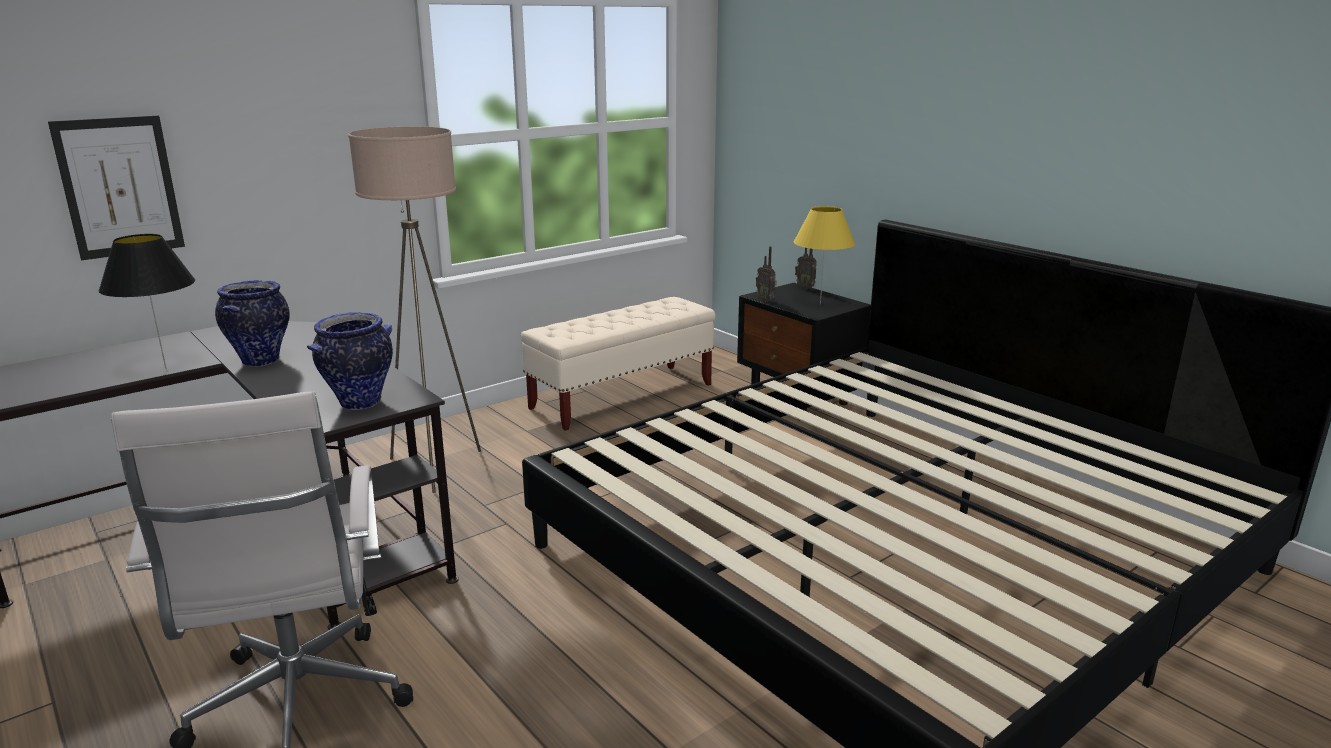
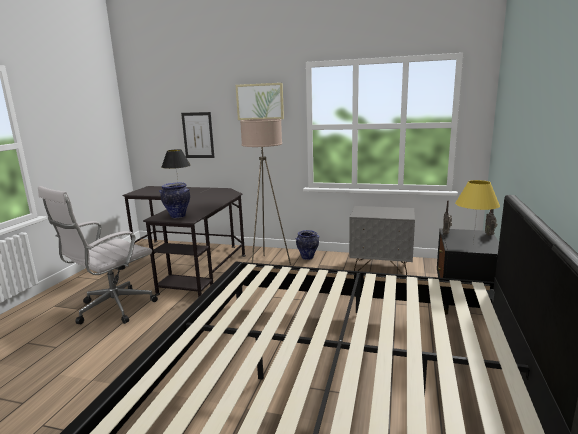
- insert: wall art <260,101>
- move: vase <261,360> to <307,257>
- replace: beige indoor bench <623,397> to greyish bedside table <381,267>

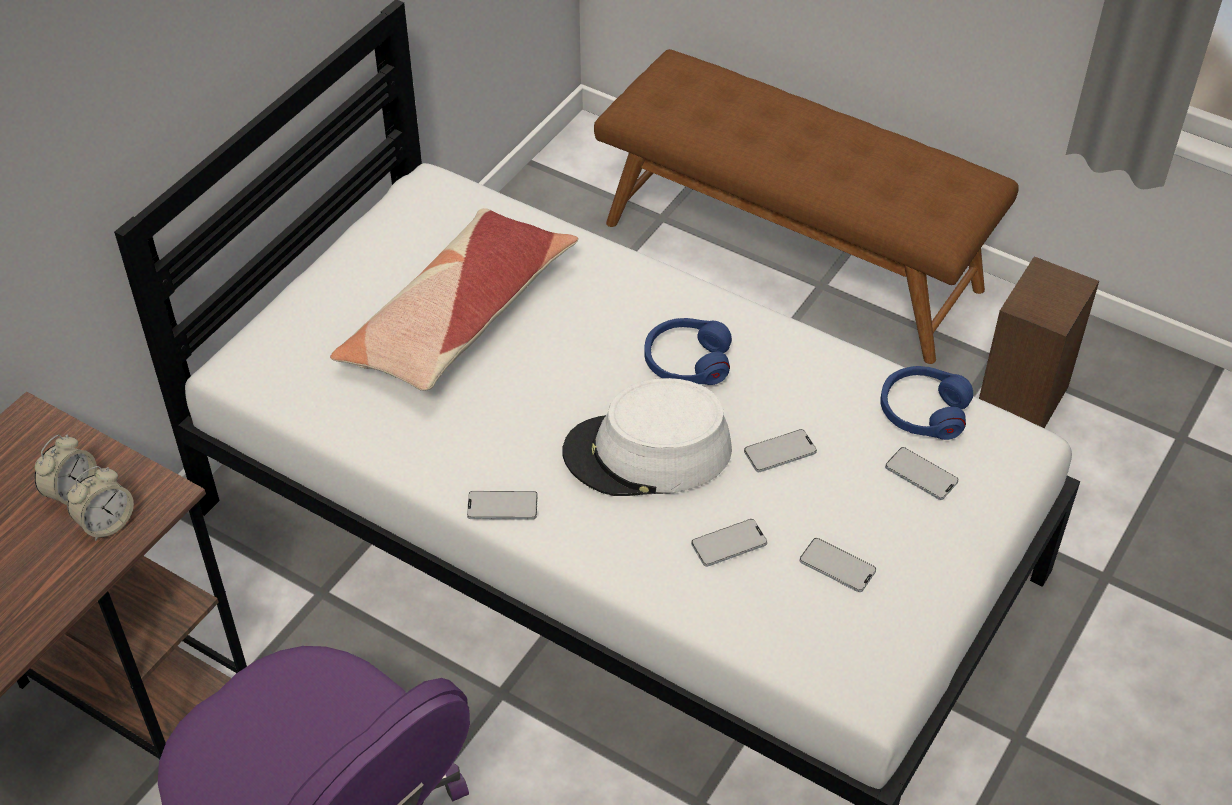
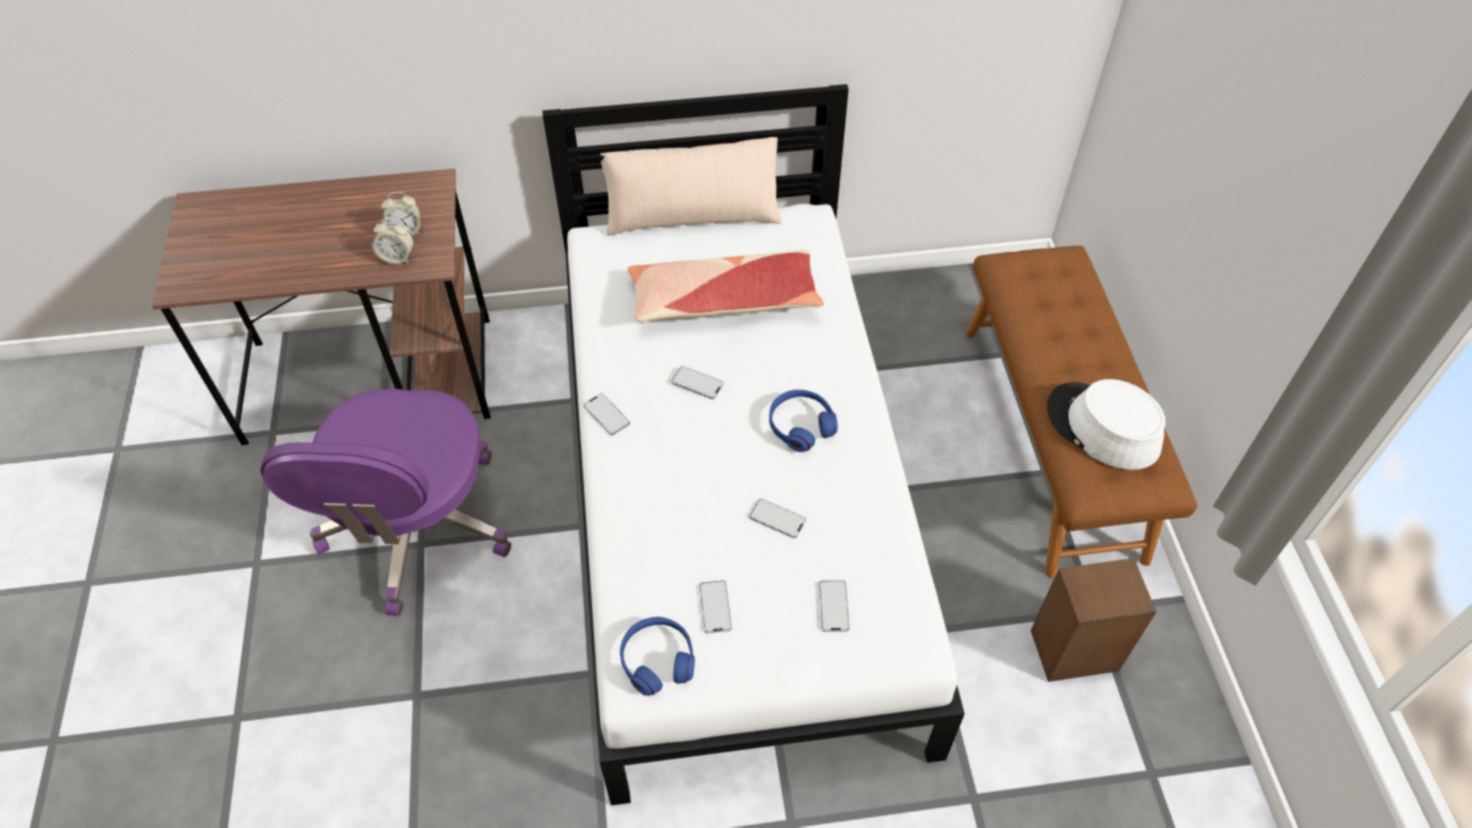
- insert: beige pillow <692,215>
- move: whitish wearable hat <647,453> to <1102,427>
- move: telephone <729,544> to <697,383>
- move: bluish headset <923,411> to <657,659>

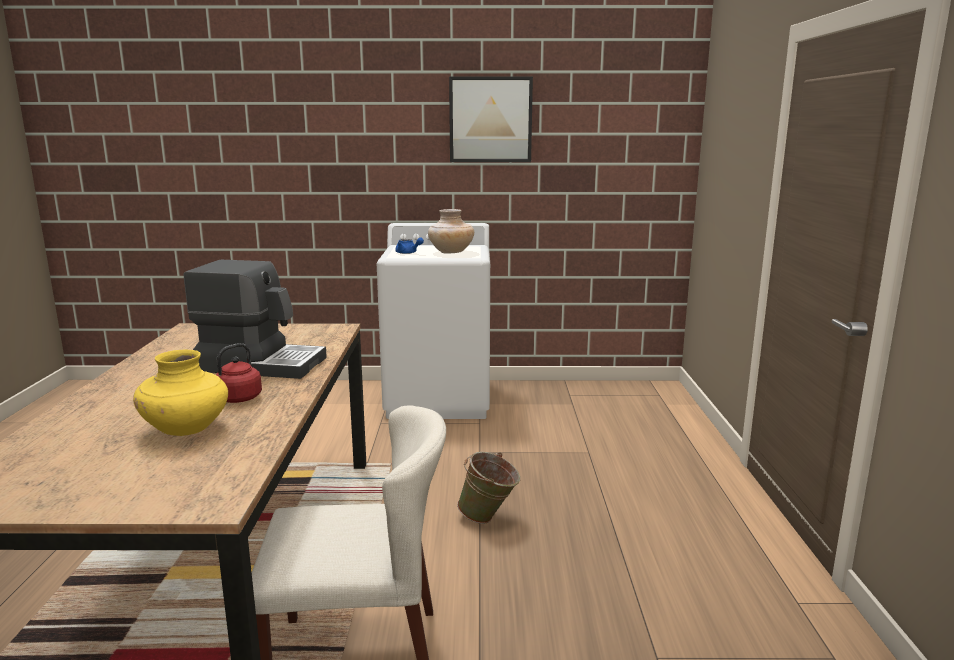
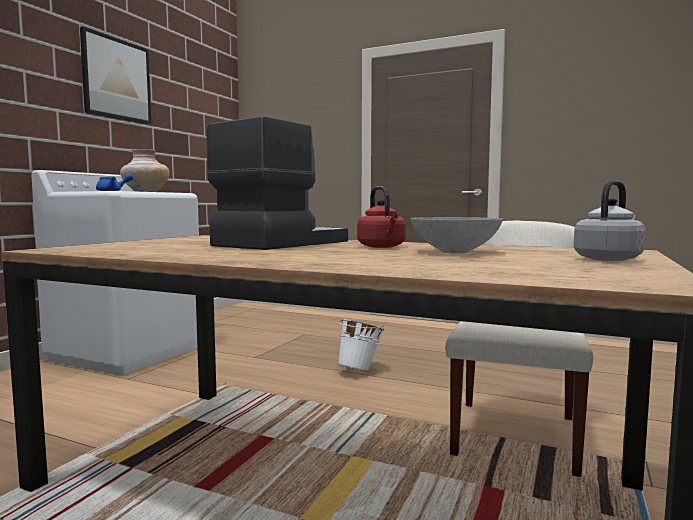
- insert: greyish kettle <609,259>
- replace: yellow vase <187,429> to greyish bowl <455,252>
- recolor: green pail <489,518> to whitish pail <360,371>

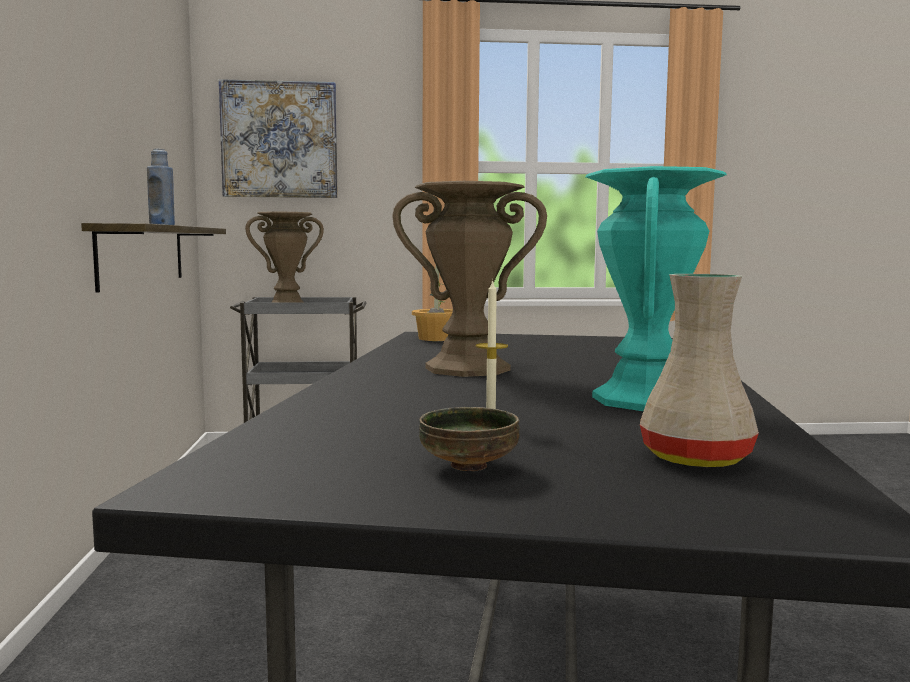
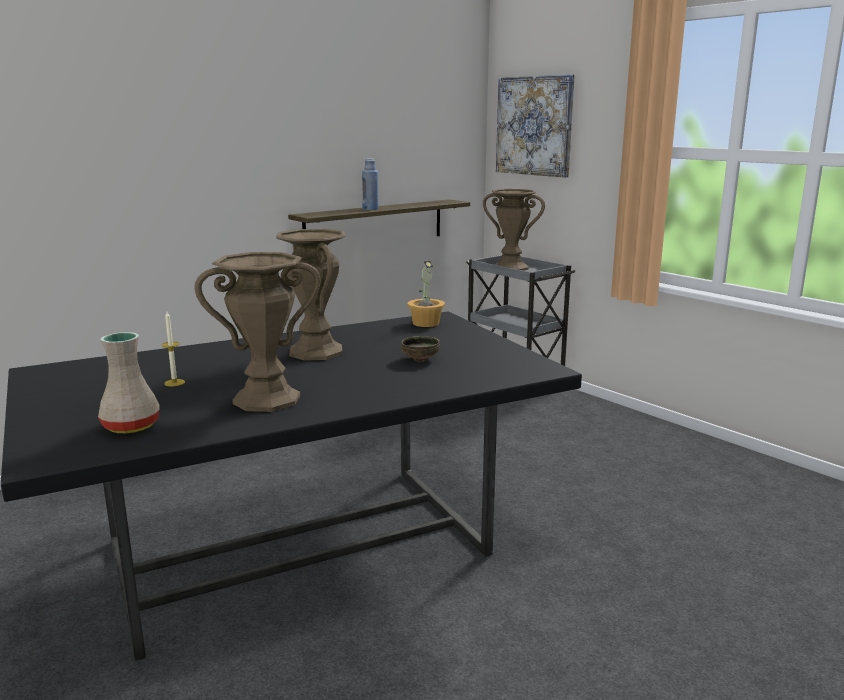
- move: bowl <470,466> to <420,359>
- recolor: turquoise vase <645,400> to brownish vase <267,399>

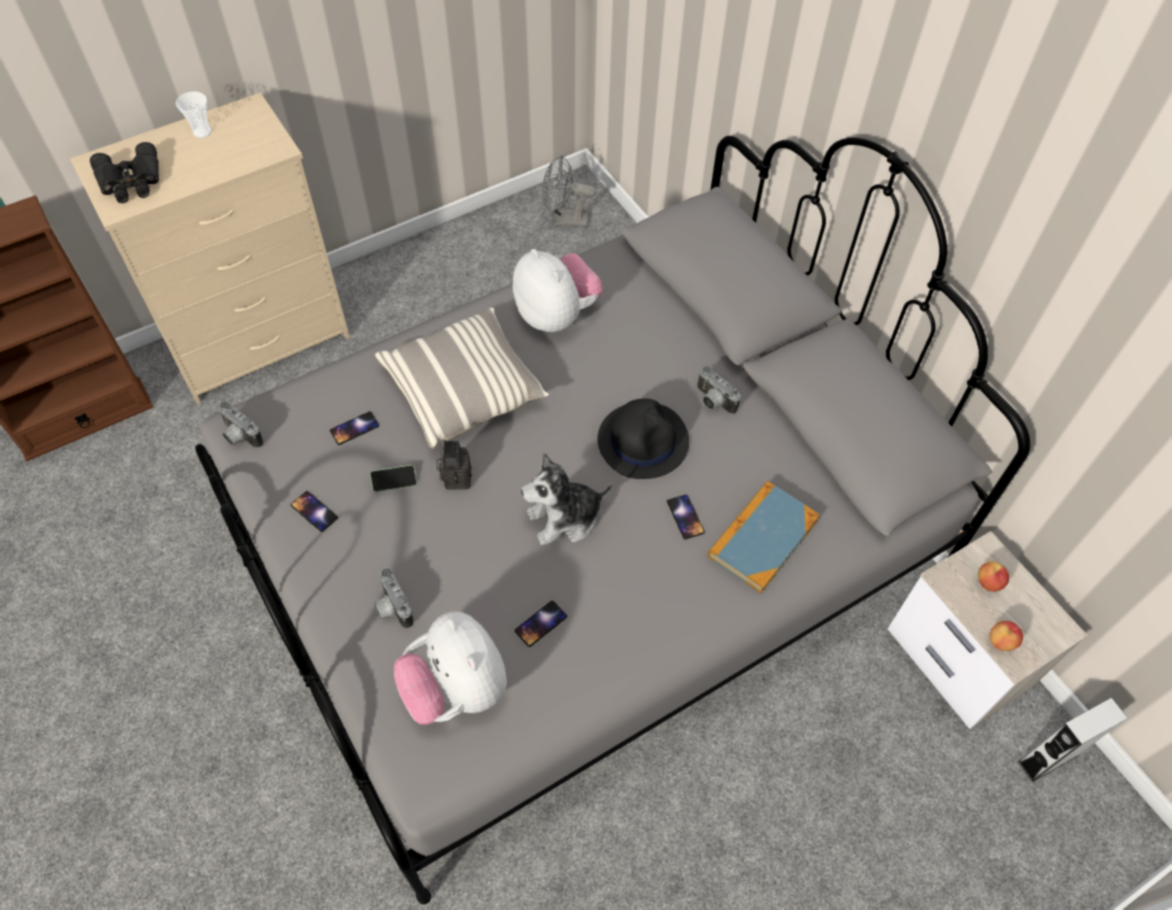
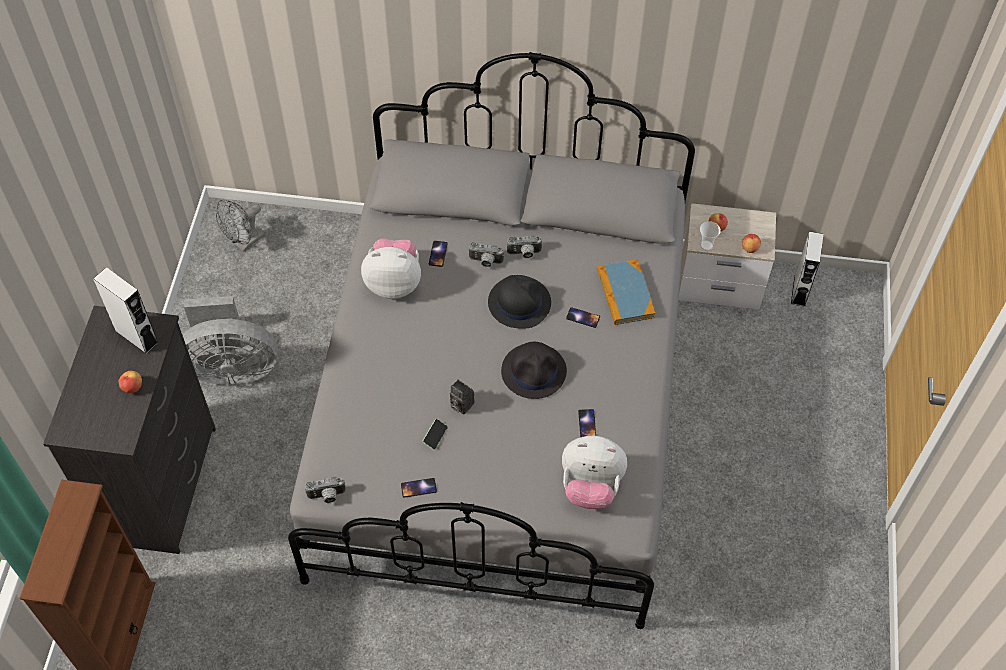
- delete: black pair of binoculars <131,181>
- delete: pillow <464,389>
- insert: greyish speaker <137,336>
- insert: apple <132,387>
- insert: greyish cooling fan <232,367>
- move: small cup <202,132> to <706,245>
- move: telephone <354,428> to <438,254>
- move: photo camera <391,608> to <485,262>
- replace: soft toy <565,518> to black wearable hat <534,371>
- recolor: beige chest of drawers <261,341> to black chest of drawers <163,483>

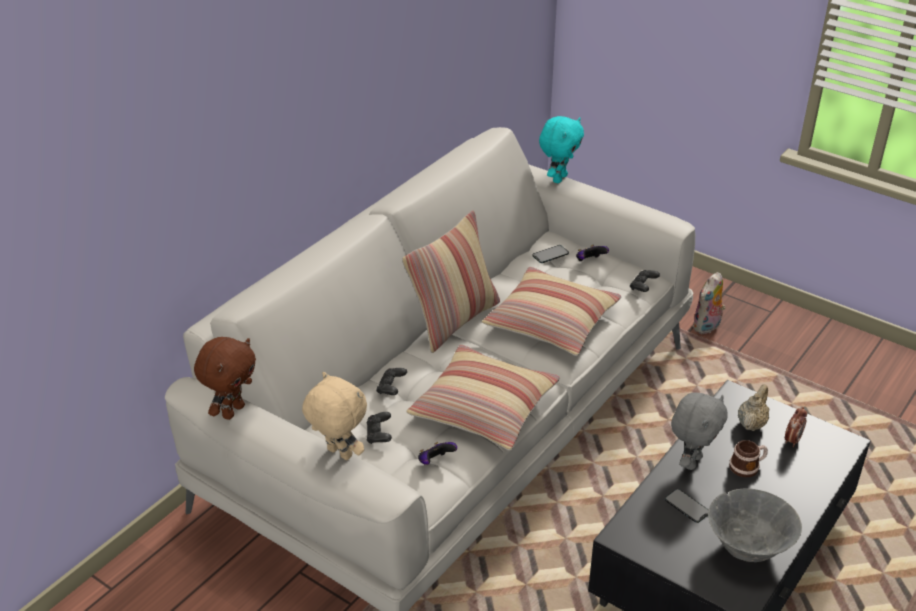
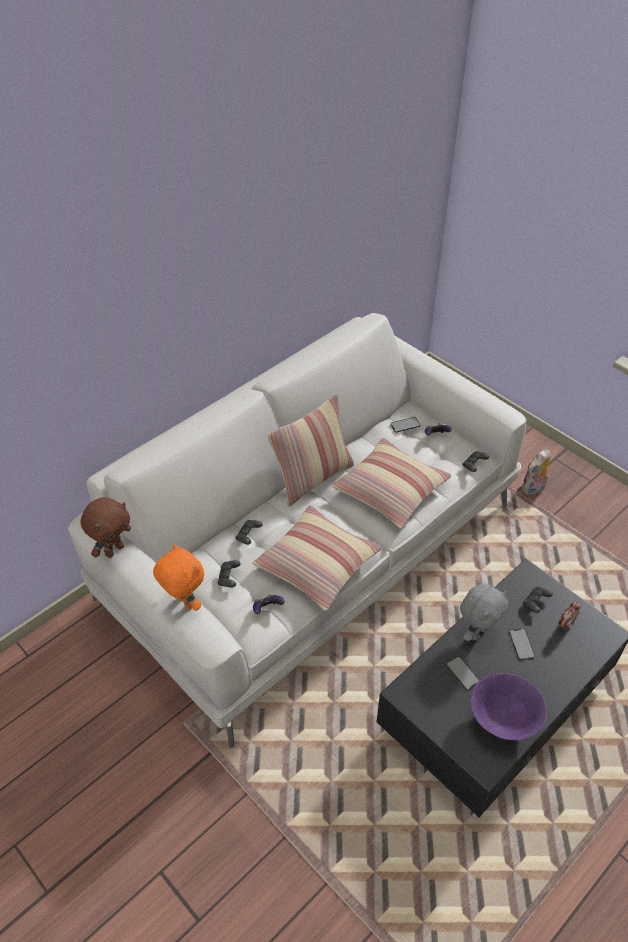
- delete: turquoise soft toy <558,178>
- replace: coffee mug <747,467> to telephone <521,644>
- replace: beige tea pot <751,423> to black game controller <535,603>
- recolor: beige soft toy <338,454> to orange soft toy <184,602>
- recolor: greyish bowl <747,549> to purplish bowl <502,721>

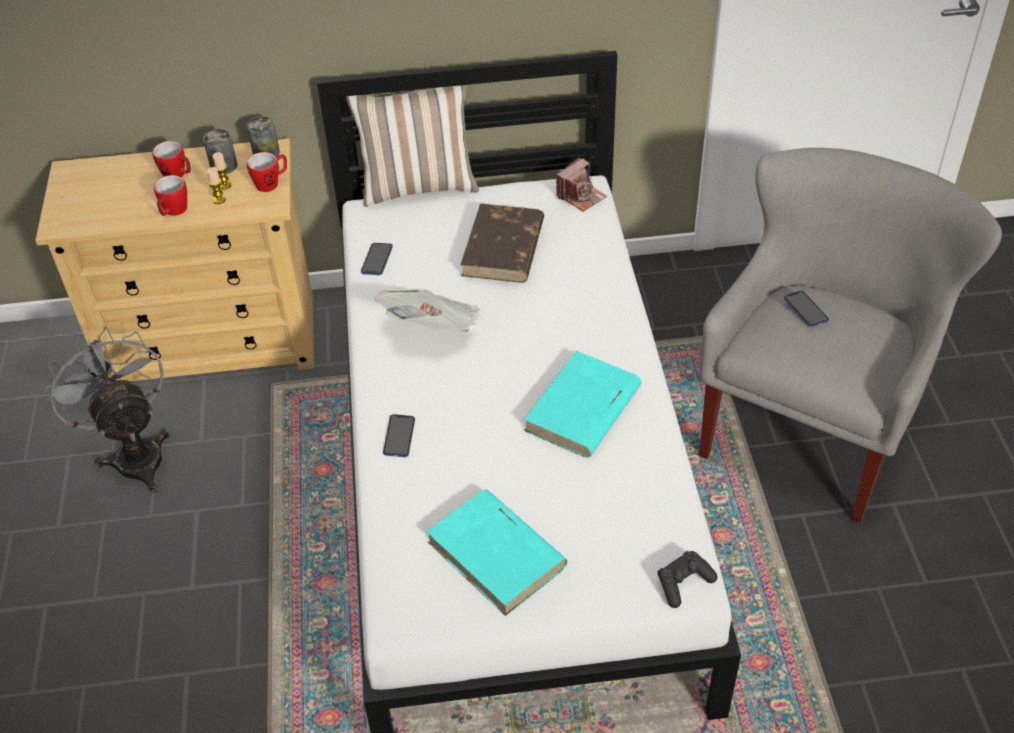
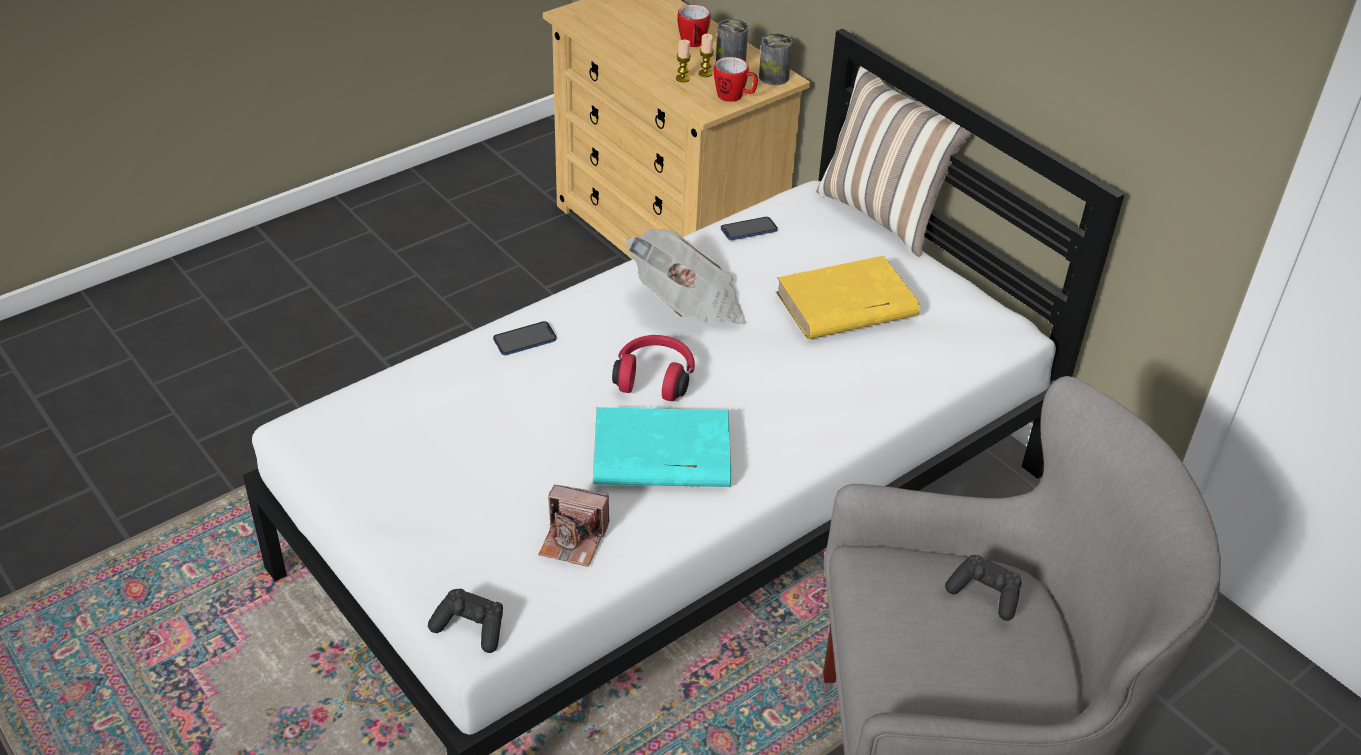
- delete: greyish cooling fan <135,453>
- delete: coffee mug <173,212>
- delete: turquoise volume <497,555>
- insert: red-coloured headset <655,378>
- move: photo camera <581,196> to <573,540>
- replace: telephone <805,310> to black game controller <984,594>
- recolor: brownish volume <503,248> to yellow volume <845,305>

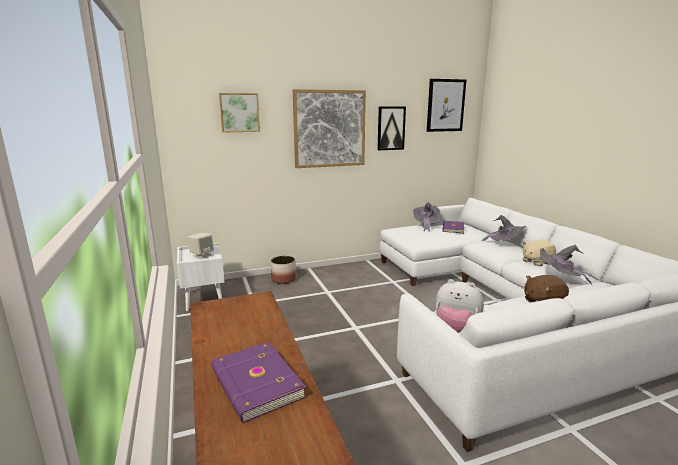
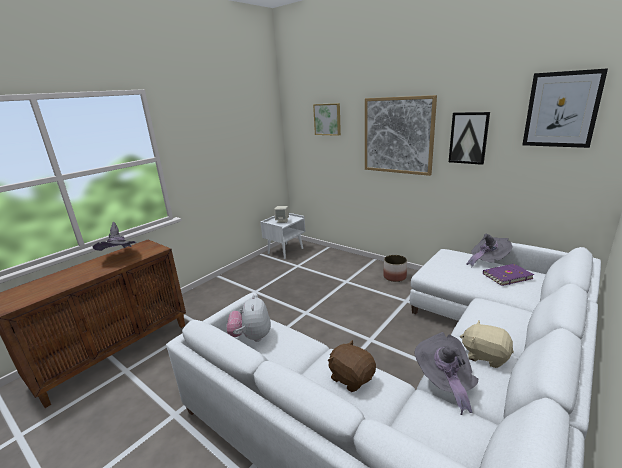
- delete: purplish volume <255,384>
- move: flower pot <283,279> to <394,277>
- move: greyish wearable hat <504,244> to <121,257>

